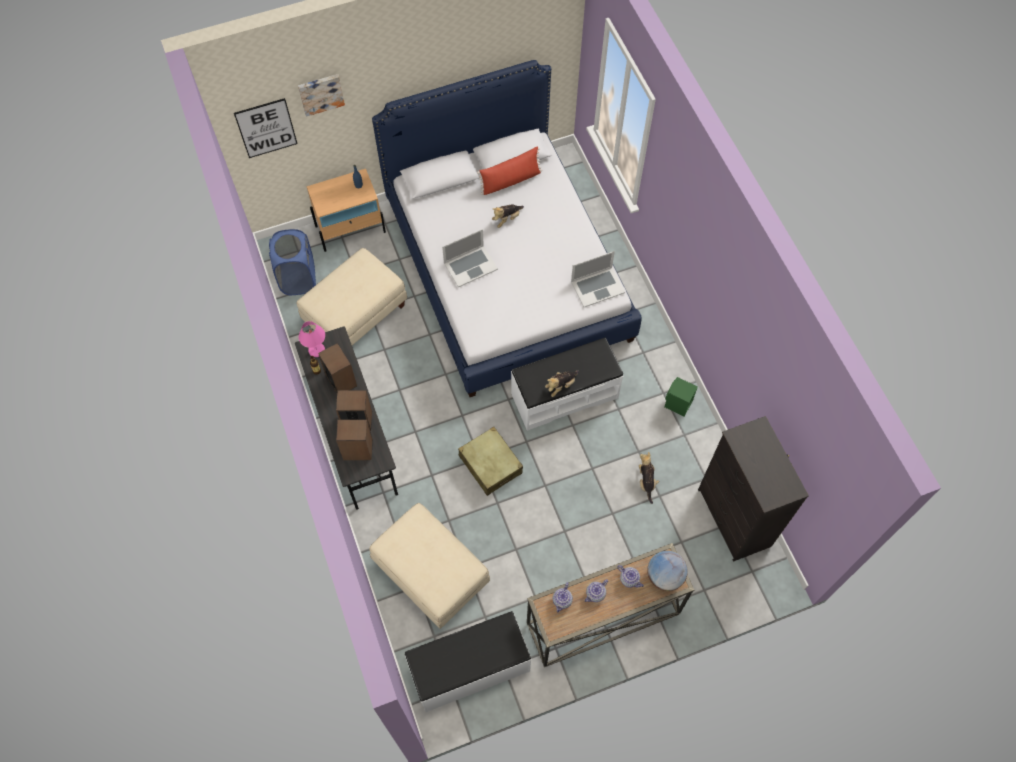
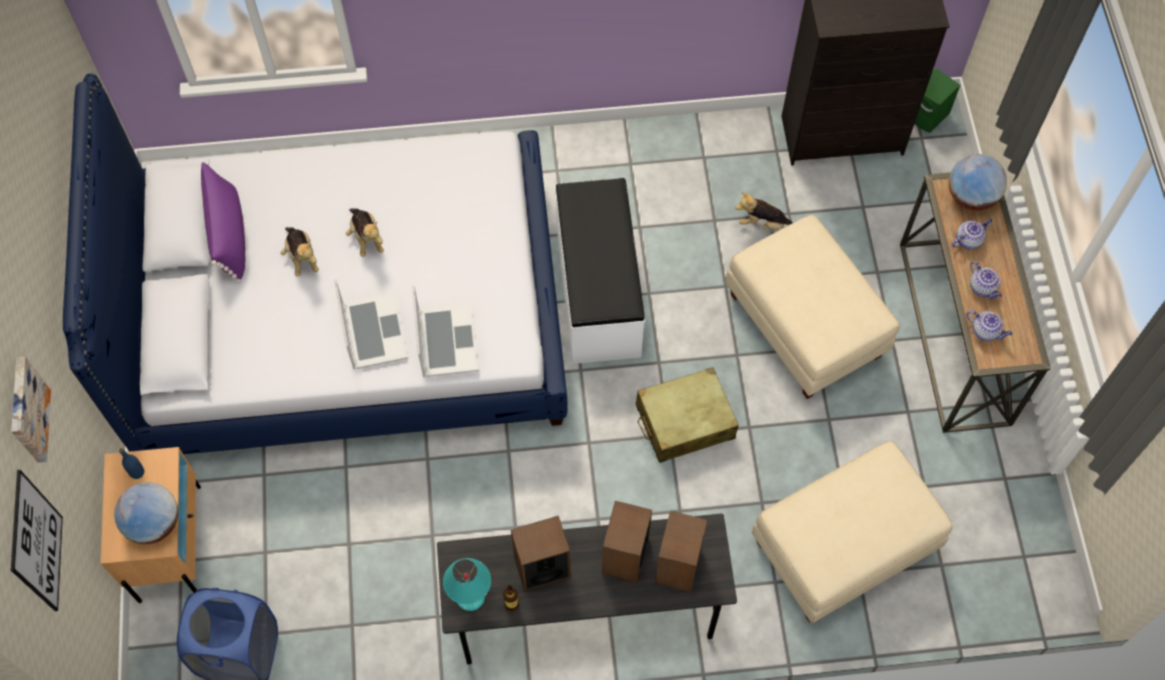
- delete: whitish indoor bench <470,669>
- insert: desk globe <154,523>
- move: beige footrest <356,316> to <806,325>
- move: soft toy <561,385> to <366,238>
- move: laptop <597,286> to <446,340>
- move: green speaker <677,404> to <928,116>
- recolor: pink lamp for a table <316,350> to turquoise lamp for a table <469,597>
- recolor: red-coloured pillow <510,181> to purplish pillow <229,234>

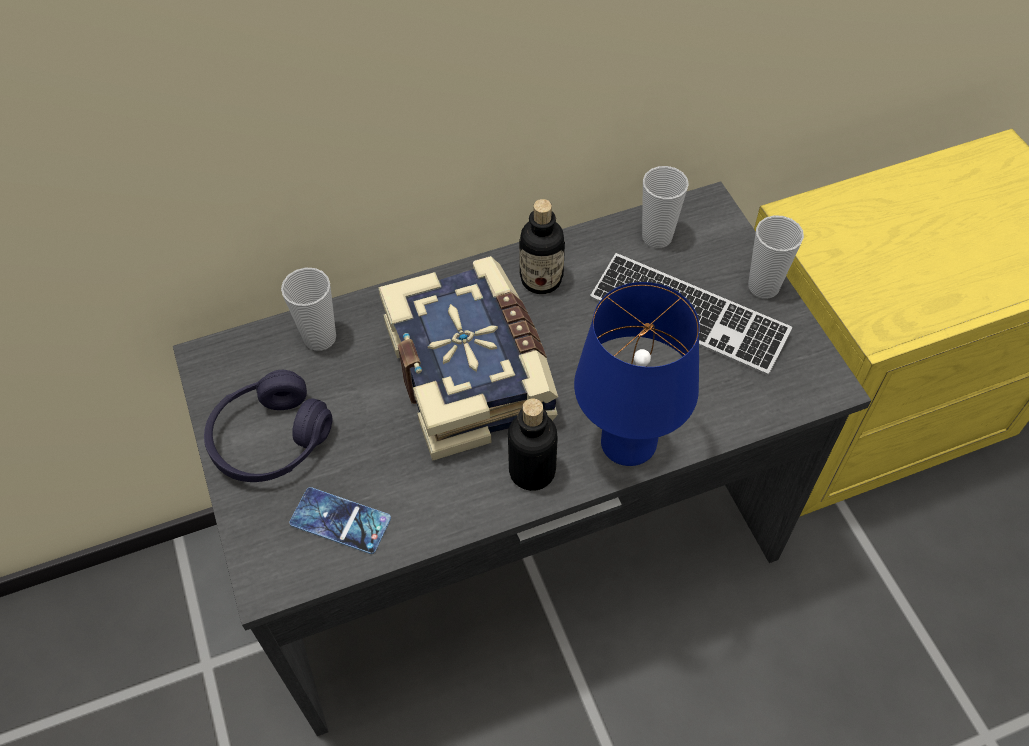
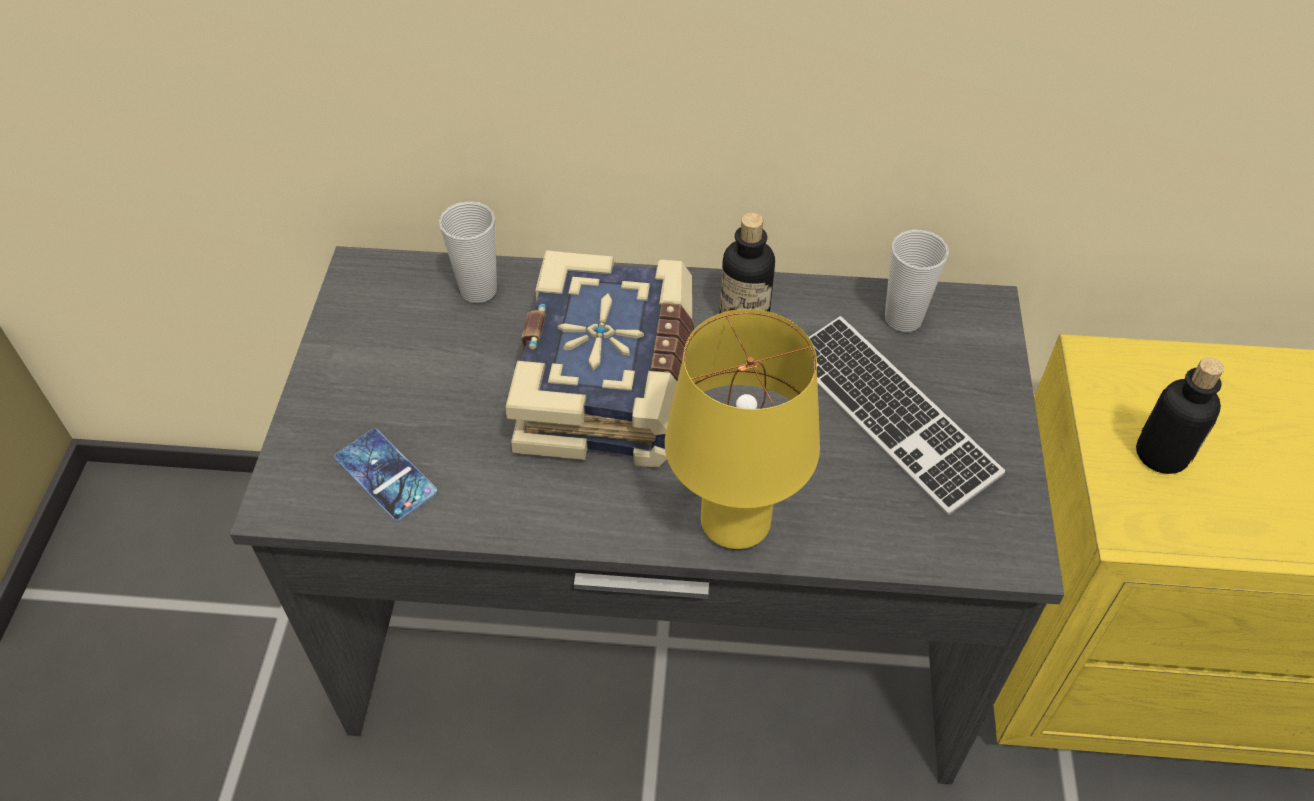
- delete: purplish headset <270,440>
- delete: small cup <763,286>
- move: bottle <532,471> to <1161,454>
- recolor: bluish lamp for a table <626,446> to yellow lamp for a table <733,525>

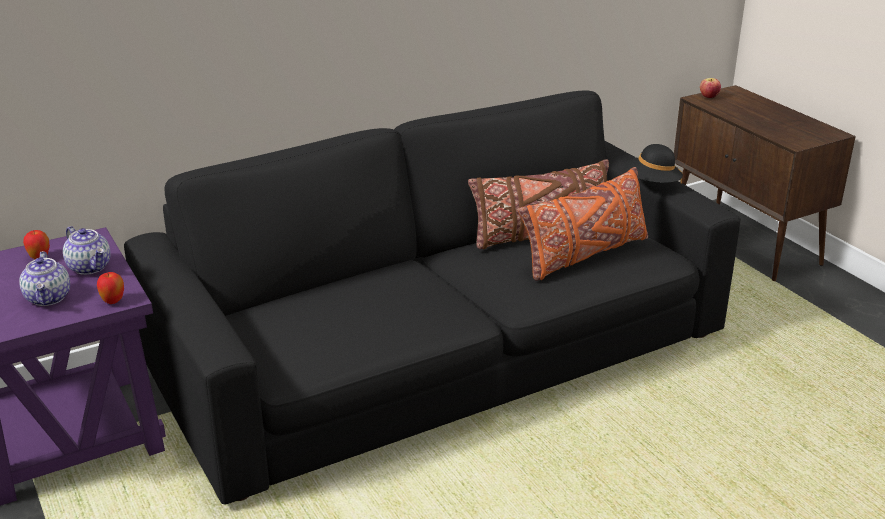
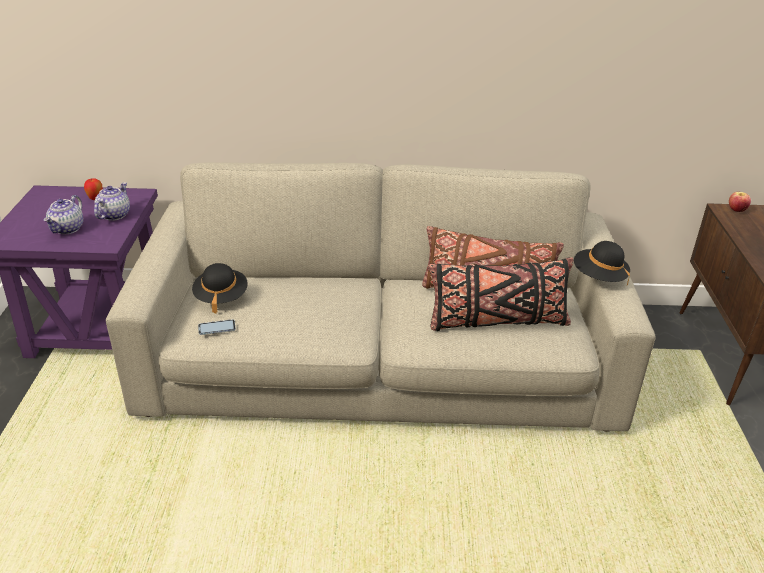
- delete: apple <113,301>
- insert: black wearable hat <221,297>
- insert: telephone <217,328>
- recolor: black settee <442,352> to beige settee <380,360>
- recolor: orange pillow <584,255> to black pillow <497,321>
- rotate: tea pot <90,267> = <114,215> 150 degrees counterclockwise

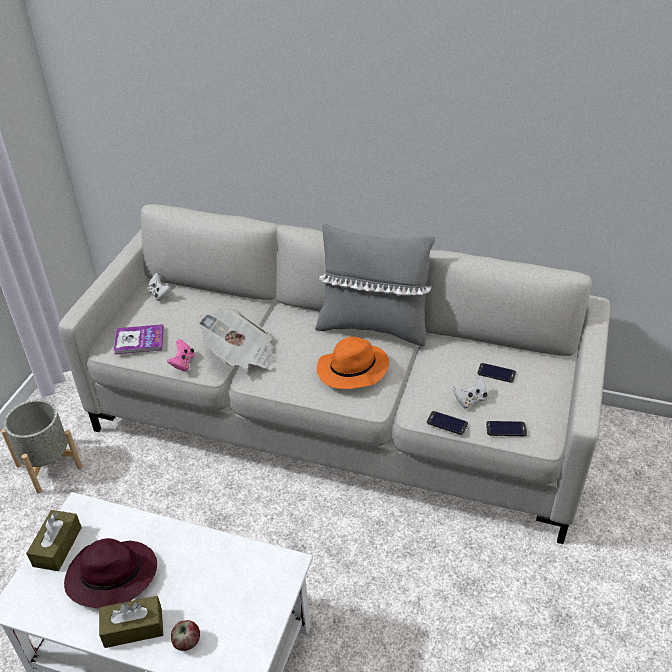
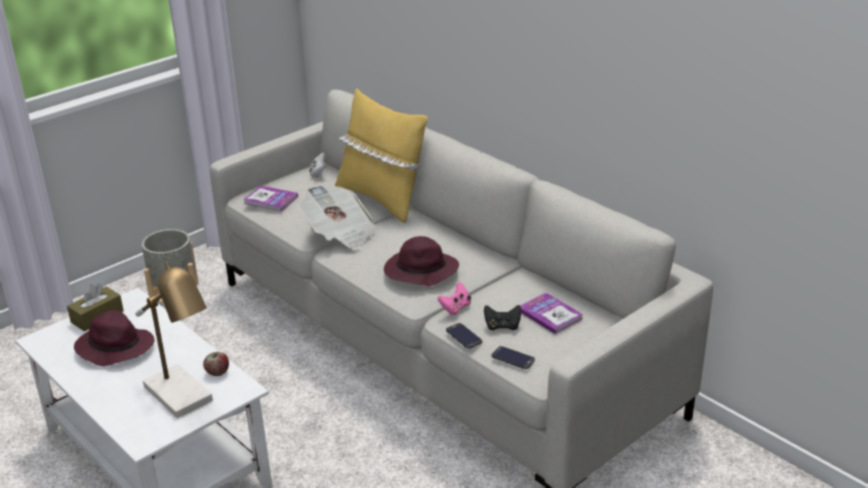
- delete: brownish tissue holder <133,628>
- delete: greyish pillow <373,327>
- insert: lamp for a table <184,398>
- insert: yellow pillow <381,199>
- move: pink game controller <183,363> to <455,308>
- move: apple <187,642> to <217,372>
- replace: telephone <496,373> to volume <550,314>
- recolor: orange wearable hat <352,370> to purplish wearable hat <420,272>
- recolor: whitish game controller <470,400> to black game controller <502,326>

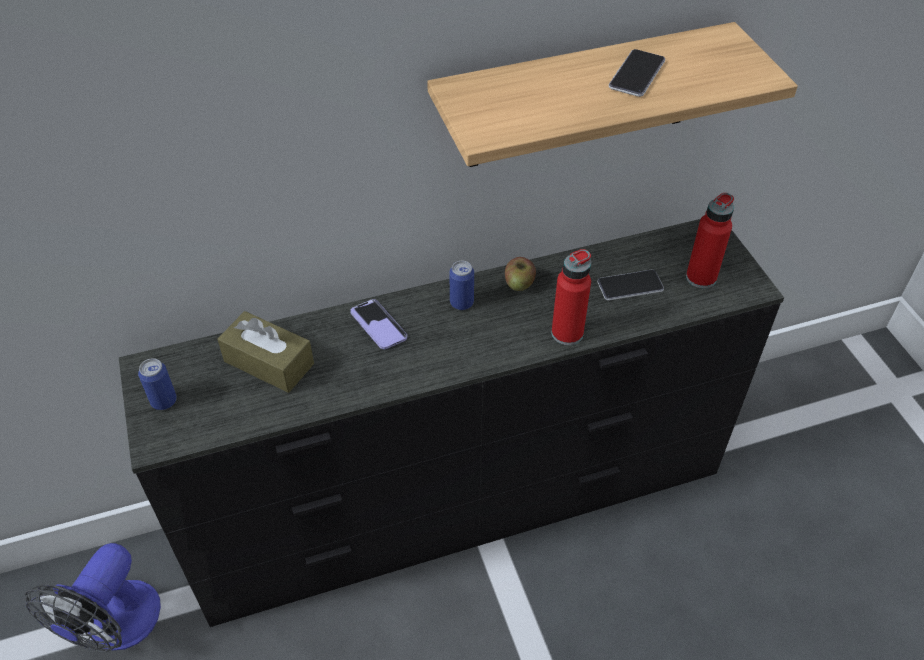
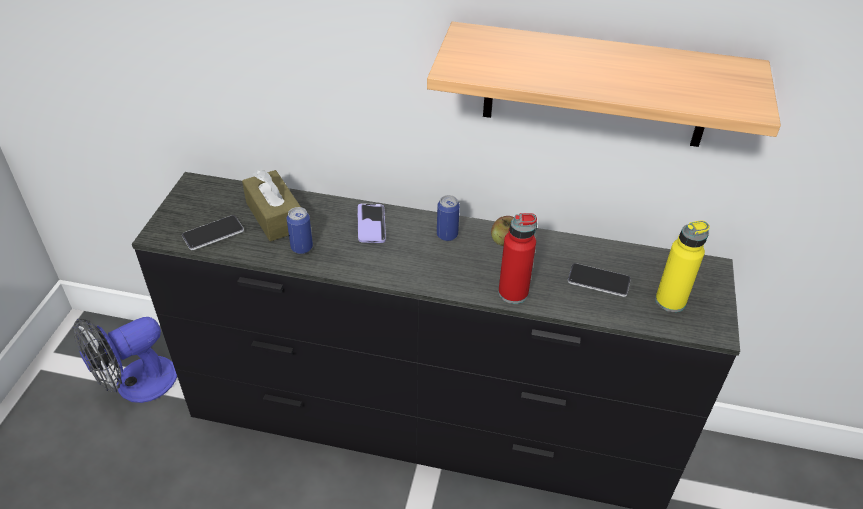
- move: can <164,401> to <302,247>
- move: telephone <636,74> to <213,233>
- recolor: red-coloured bottle <701,277> to yellow bottle <670,301>

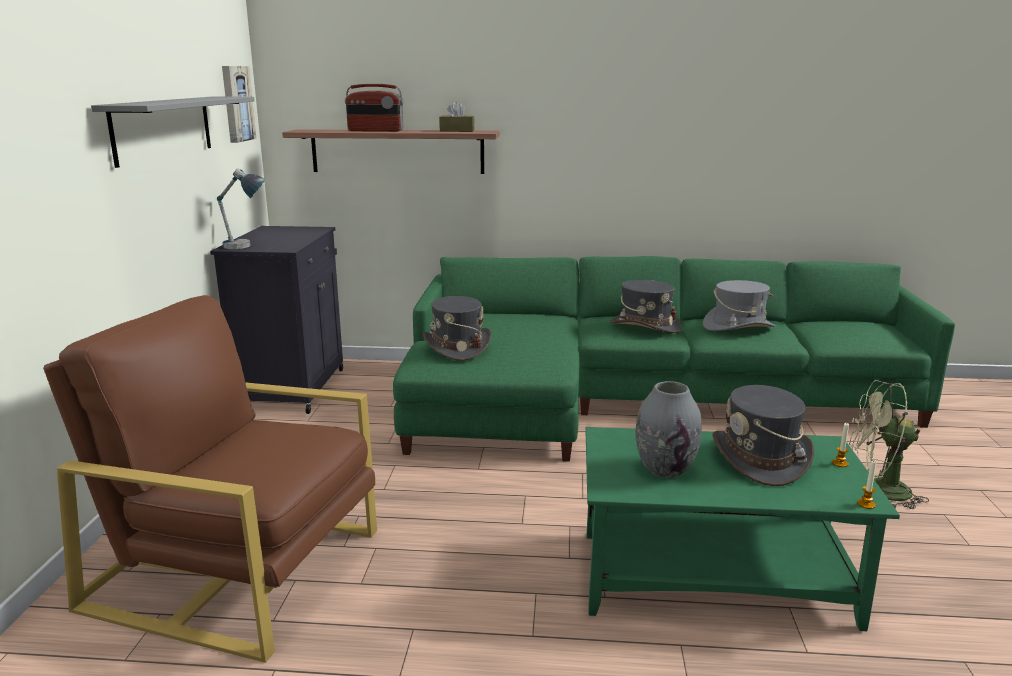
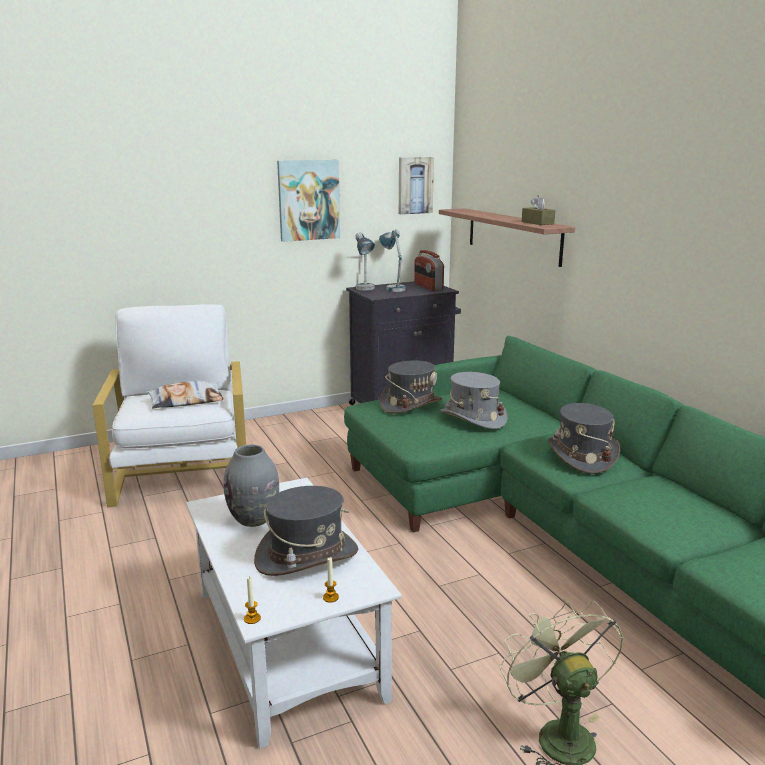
- insert: pillow <186,401>
- insert: lamp for a table <392,288>
- move: radio set <375,131> to <428,287>
- move: greyish wearable hat <738,326> to <473,418>
- replace: greyish shelf <163,128> to wall art <308,200>
- recolor: brownish easy chair <239,568> to whitish easy chair <183,470>
- recolor: green coffee table <715,577> to whitish coffee table <288,644>

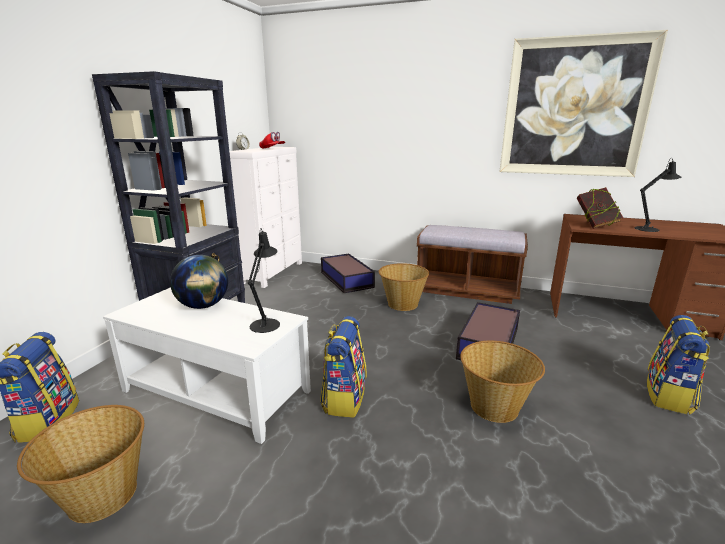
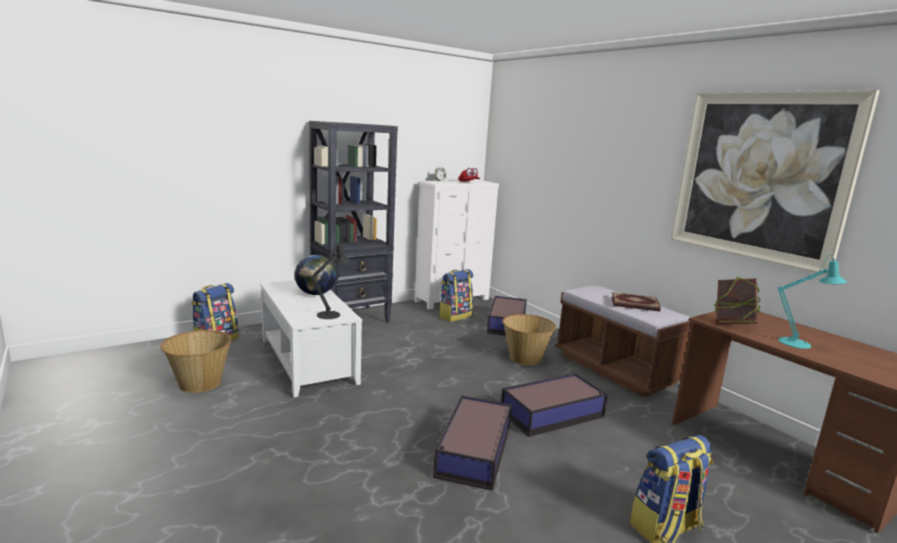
- insert: volume <634,304>
- move: knapsack <344,398> to <455,316>
- replace: household basket <495,407> to storage bin <473,452>
- recolor: black lamp for a table <649,229> to turquoise lamp for a table <799,343>

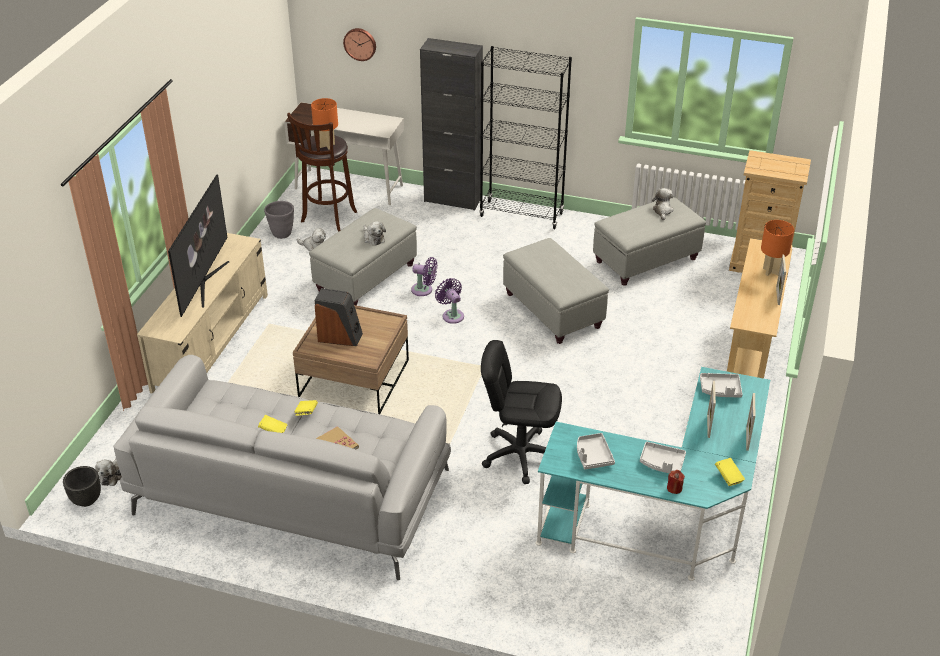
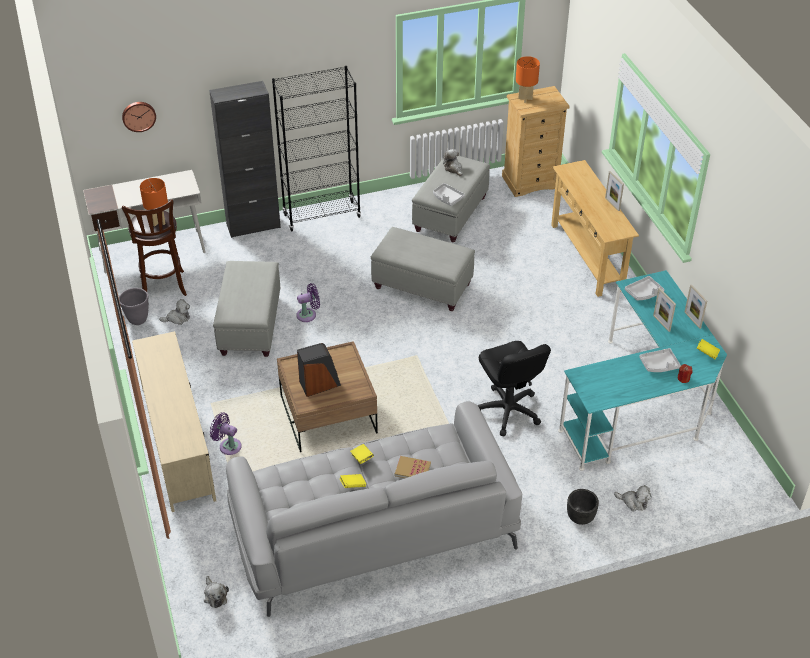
- delete: TV set <204,282>
- move: black flower pot <87,500> to <580,518>
- move: soft toy <373,238> to <633,502>
- move: purplish cooling fan <452,315> to <228,446>
- move: greyish tray <593,456> to <447,198>
- move: orange lamp for a table <770,271> to <525,98>
- rotate: black computer chair <520,455> = <508,411> 90 degrees counterclockwise

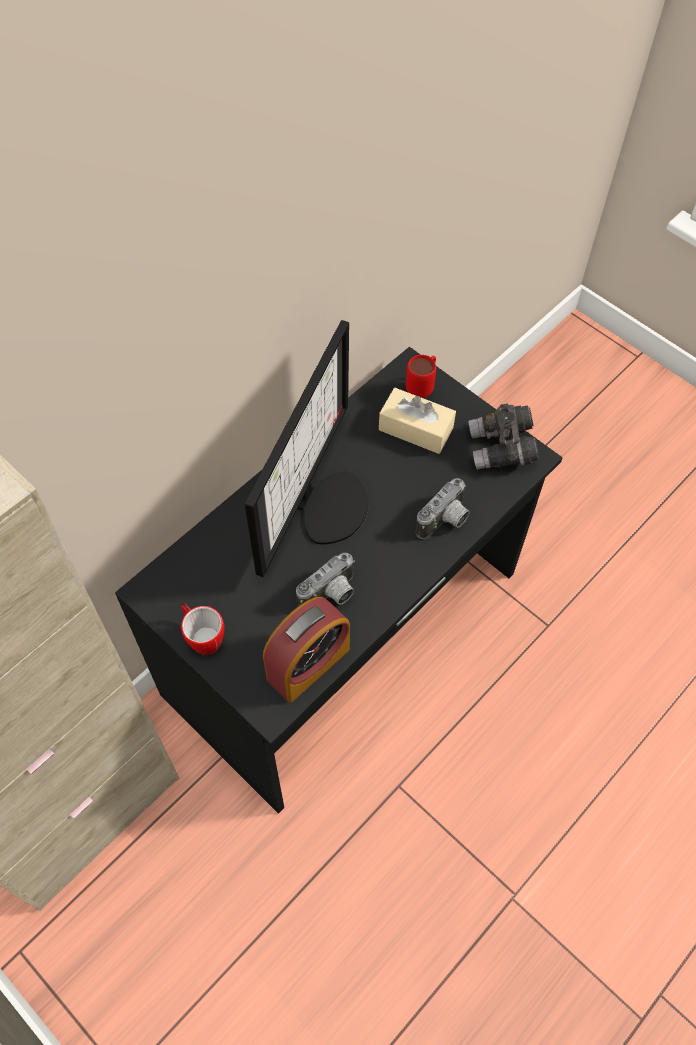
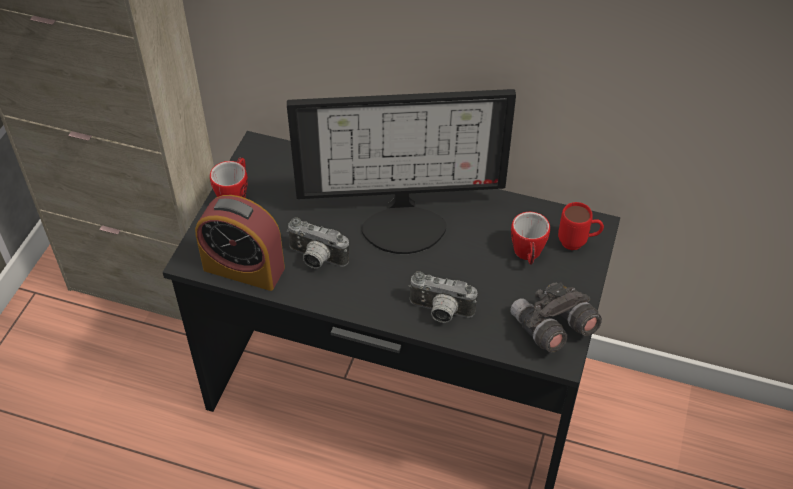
- replace: beige tissue holder <415,429> to coffee mug <527,255>

